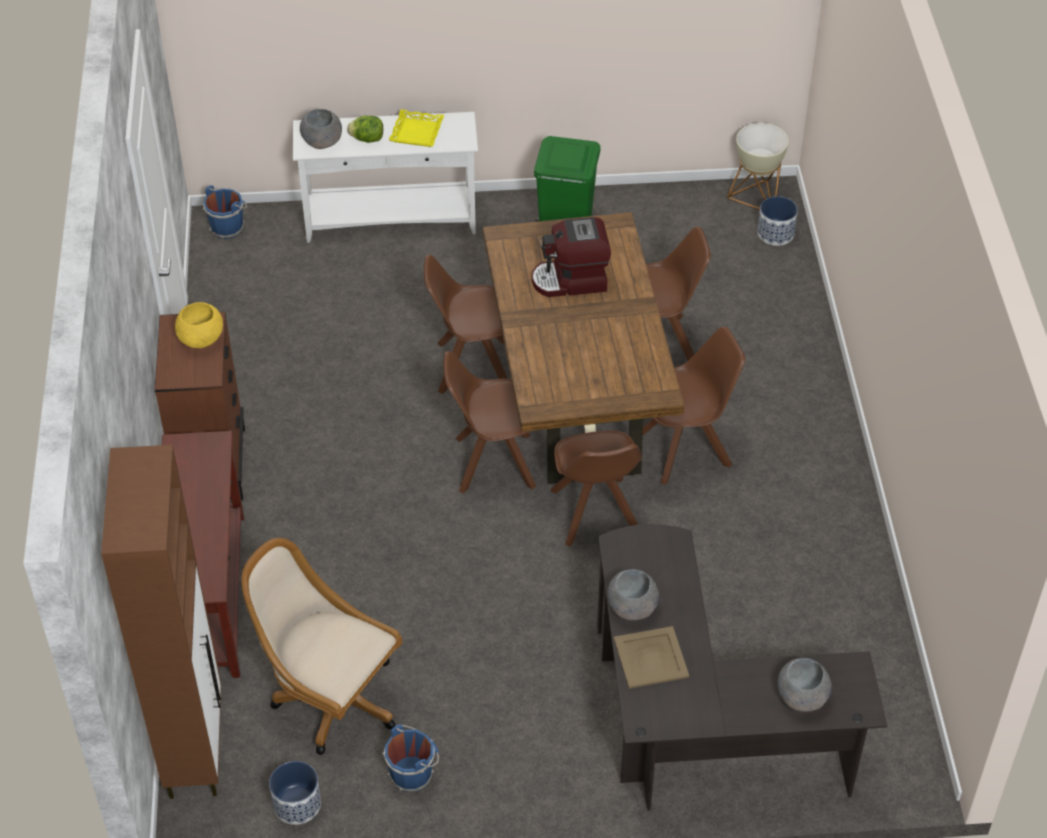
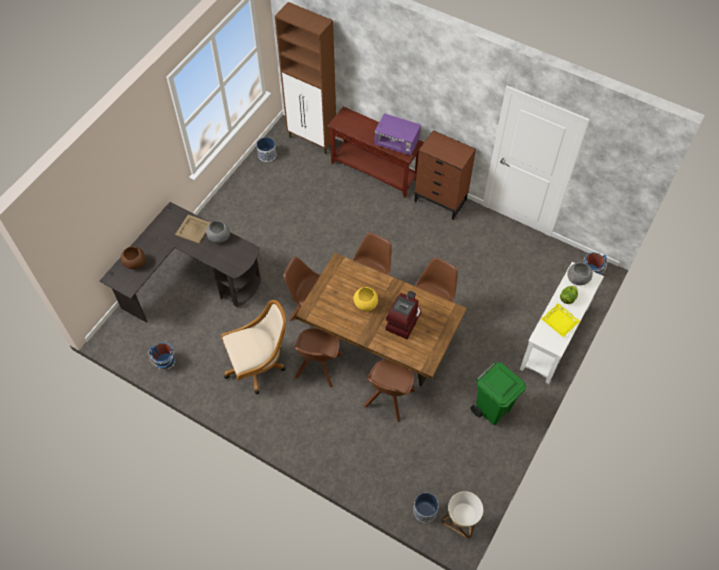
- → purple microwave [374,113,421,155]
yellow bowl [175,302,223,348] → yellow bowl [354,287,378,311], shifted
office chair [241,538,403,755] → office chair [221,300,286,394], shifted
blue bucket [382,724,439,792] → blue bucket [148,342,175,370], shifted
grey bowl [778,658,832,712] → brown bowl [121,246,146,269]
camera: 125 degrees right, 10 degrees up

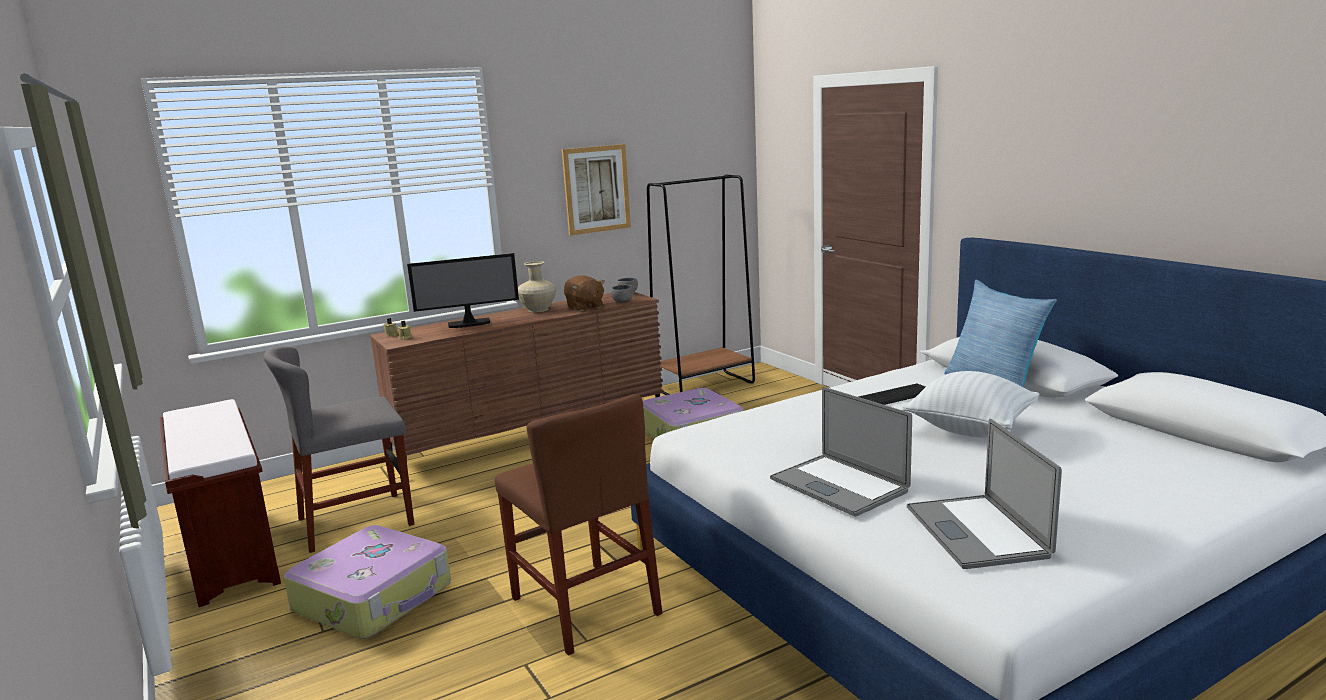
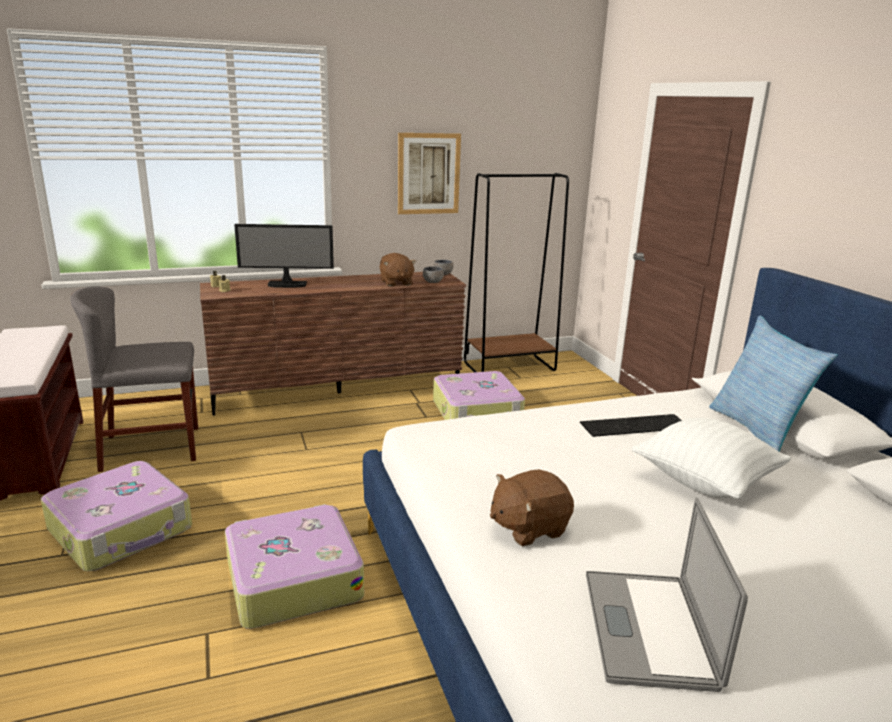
beige vase [518,261,556,312] → -
brown chair [495,394,663,656] → suitcase [225,504,364,629]
laptop [770,387,912,517] → brown plush toy [490,469,574,546]
camera: 10 degrees right, 5 degrees up

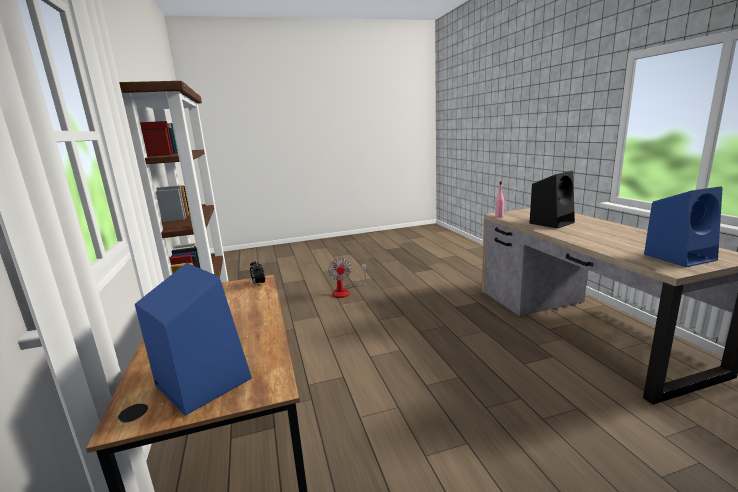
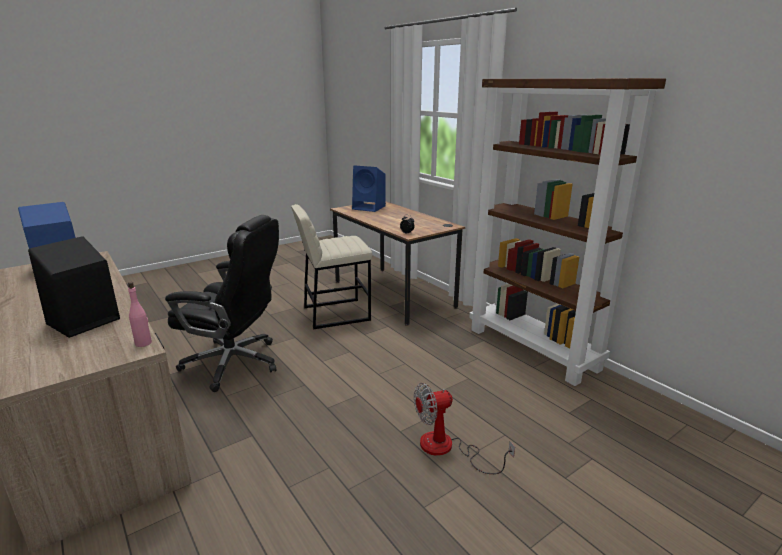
- → black office chair [165,215,279,392]
- → beige chair [291,204,372,329]
fan [328,258,366,298] → fan [414,383,515,474], 75 degrees counterclockwise
camera: 160 degrees right, 5 degrees up

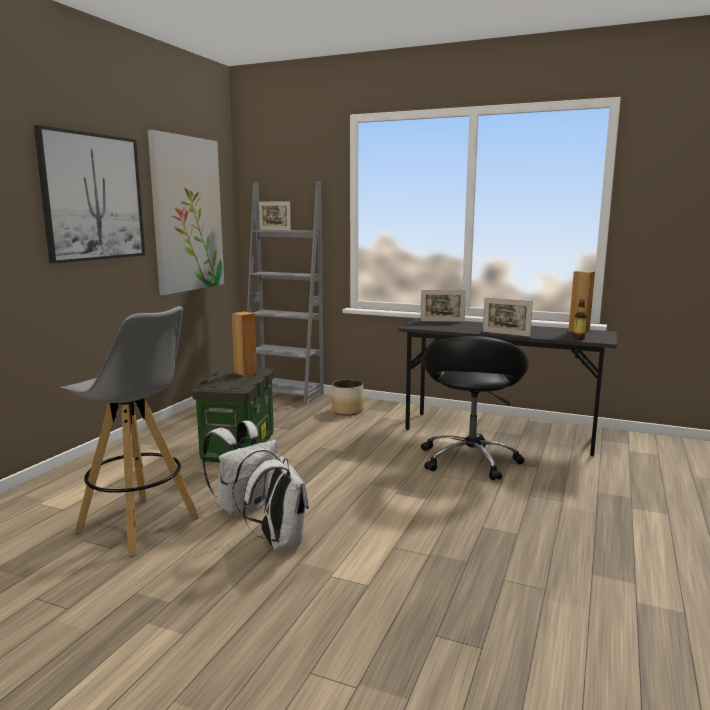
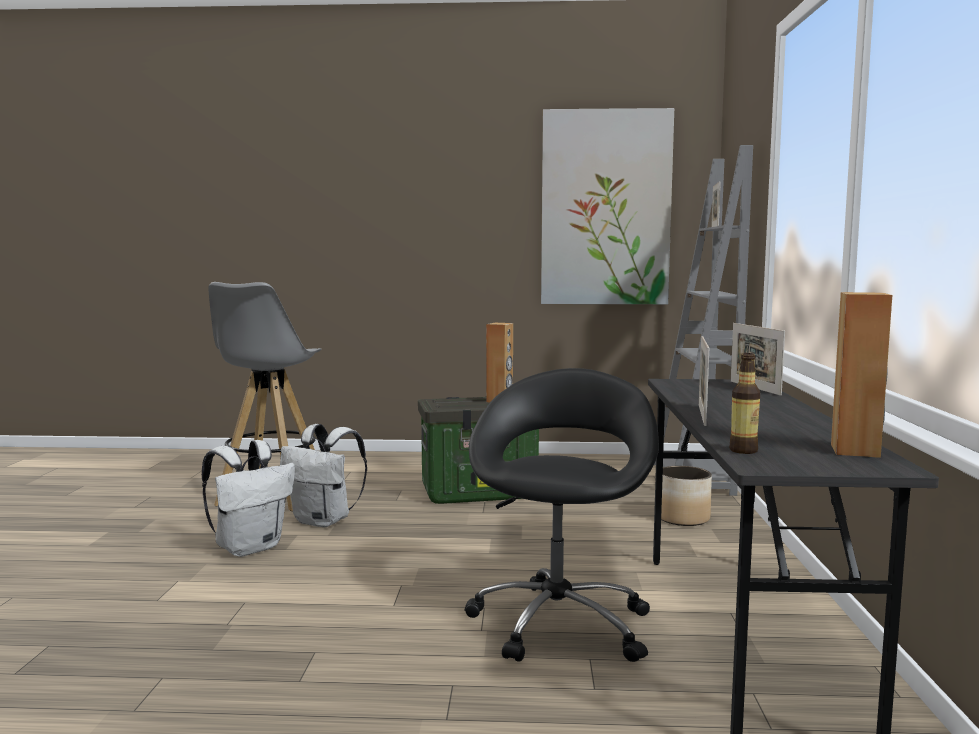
picture [34,125,145,264] → -
black office chair [421,336,529,480] → black office chair [465,368,659,662], 120 degrees clockwise
camera: 70 degrees right, 5 degrees down

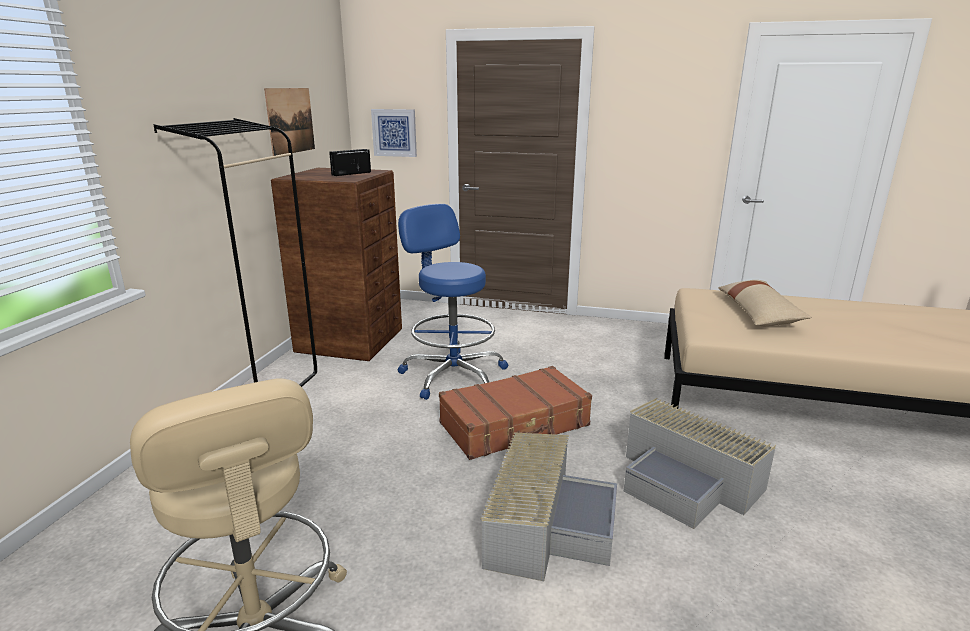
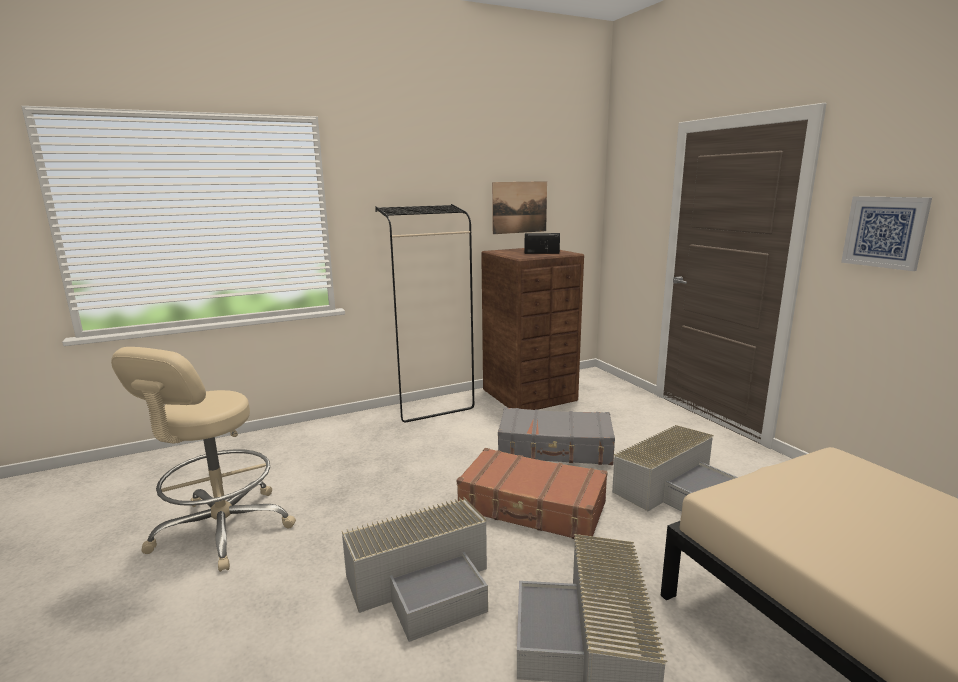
beige pillow [718,280,812,326] → -
- → grey storage box [612,425,738,512]
picture [371,109,417,157] → picture [841,196,932,271], shifted
blue stool [398,204,508,400] → grey suitcase [498,407,615,465]
camera: 50 degrees right, 5 degrees down

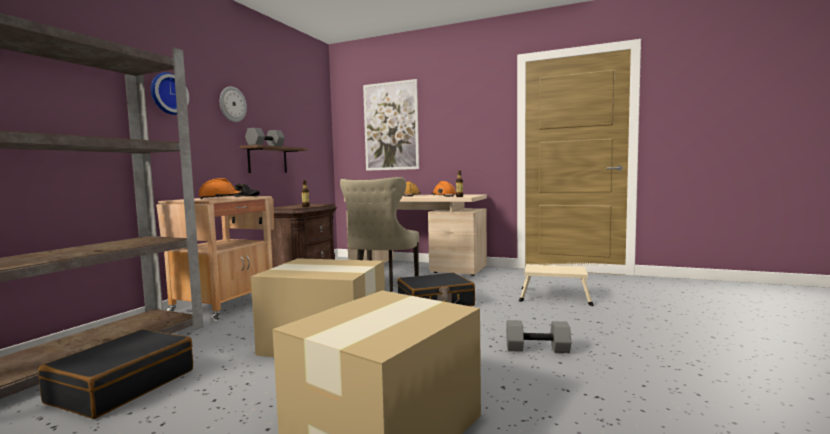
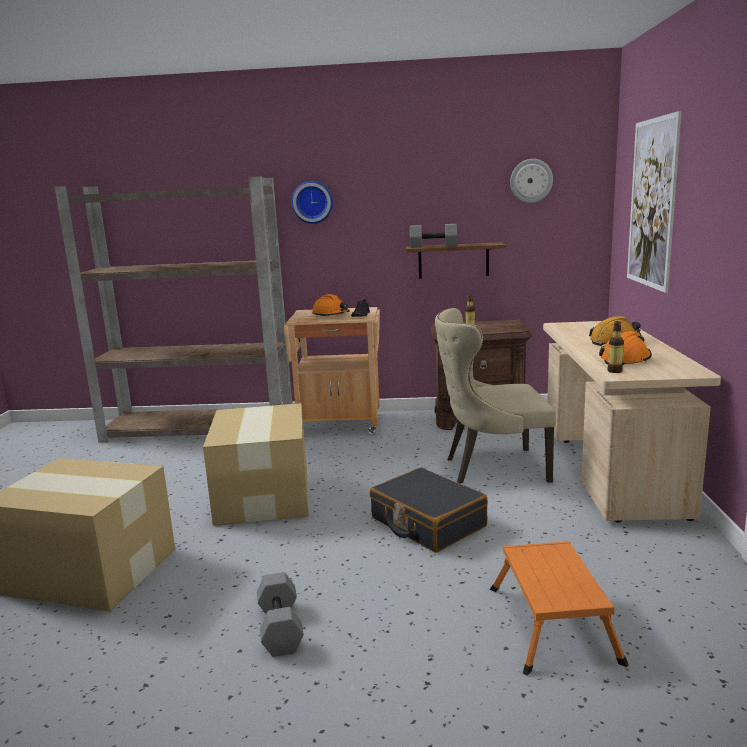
black suitcase [38,329,193,419] → -
wall clock [220,86,247,122] → wall clock [510,159,553,203], shifted
beige step ladder [519,264,594,306] → orange step ladder [490,541,629,676]
camera: 70 degrees right, 10 degrees up

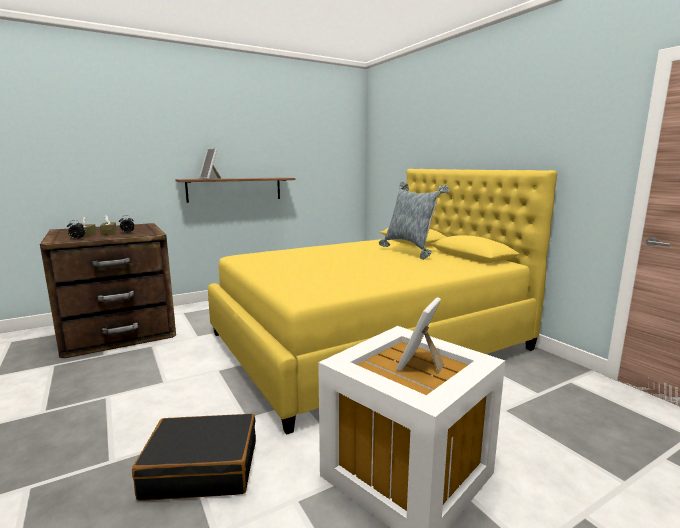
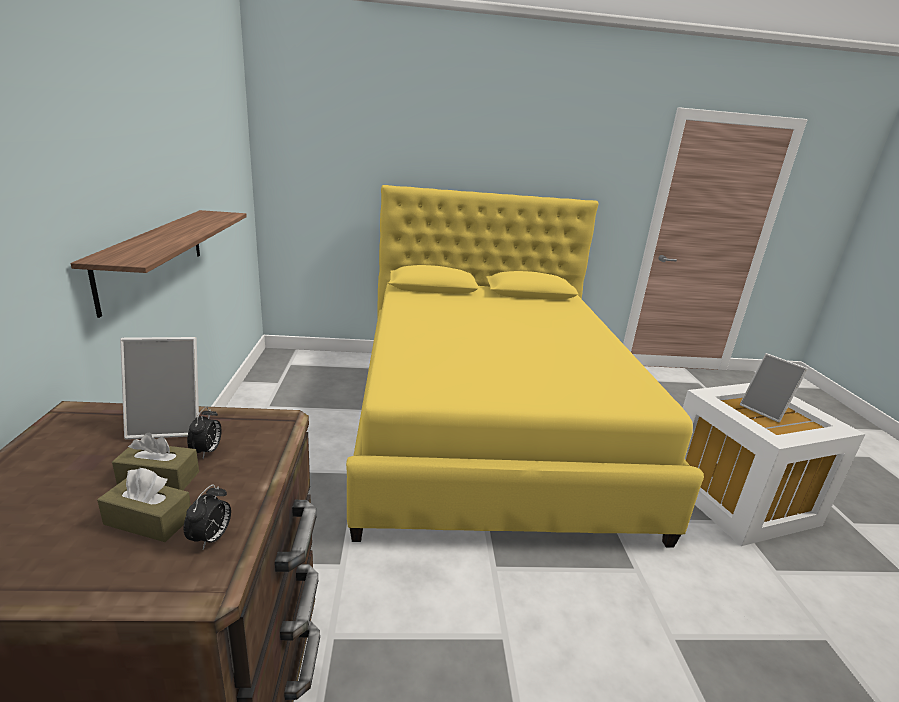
black suitcase [132,413,256,501] → -
pillow [378,182,450,260] → -
picture frame [199,148,222,179] → picture frame [120,337,199,440], shifted
camera: 65 degrees left, 10 degrees up

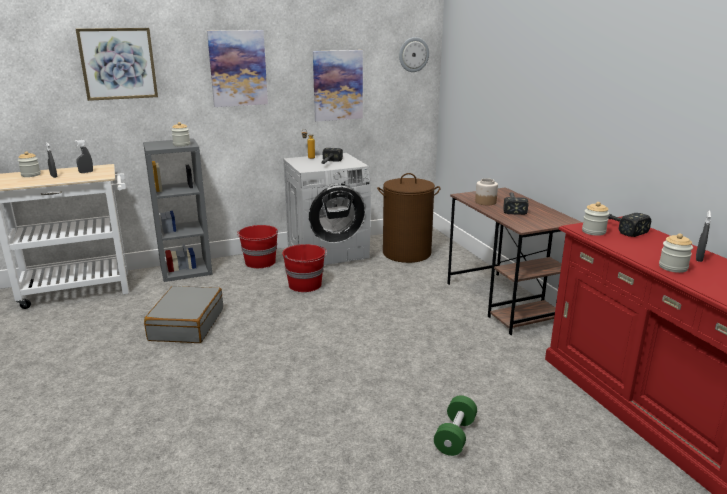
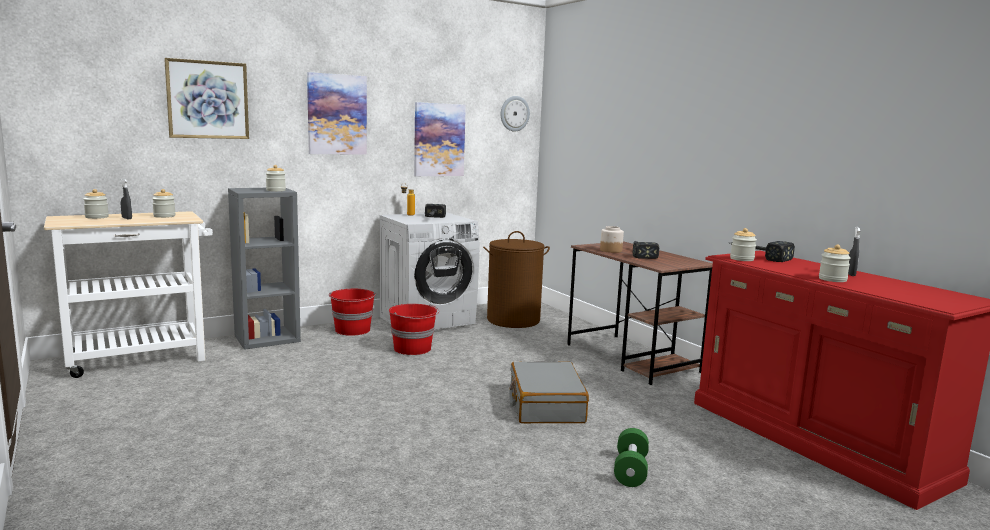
grey suitcase [144,286,223,343] → grey suitcase [510,362,589,423], shifted
grey spray bottle [75,140,93,173] → jar [152,189,176,218]
camera: 10 degrees left, 10 degrees down

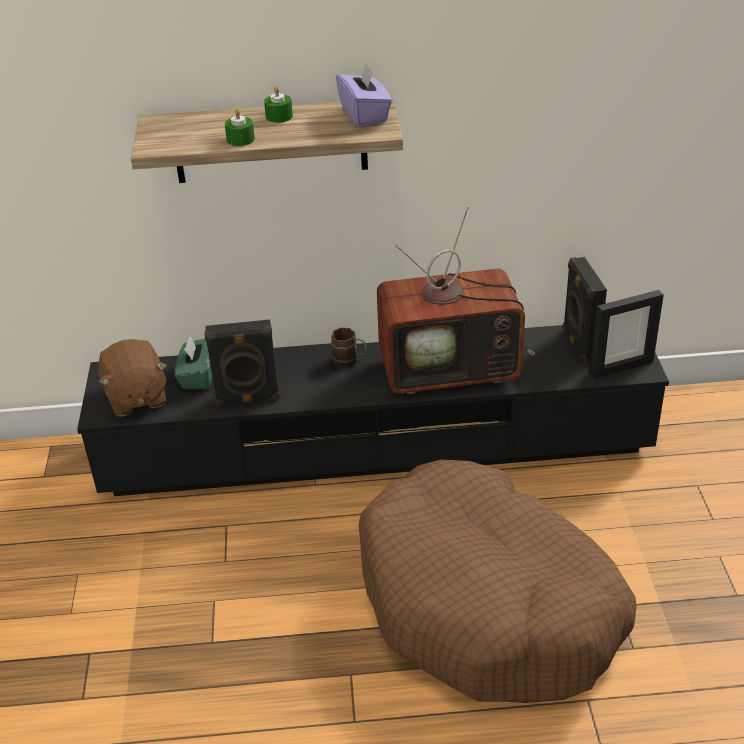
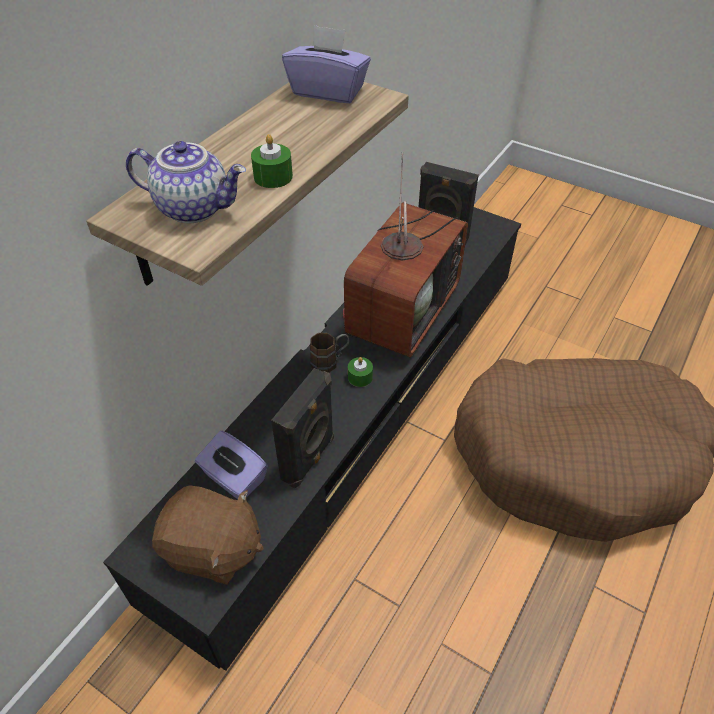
picture frame [588,290,664,379] → -
- → teapot [126,141,246,224]
green candle [264,86,293,123] → green candle [348,357,373,387], shifted
green tissue box [175,336,212,389] → purple tissue box [195,431,268,499]
camera: 55 degrees left, 10 degrees up

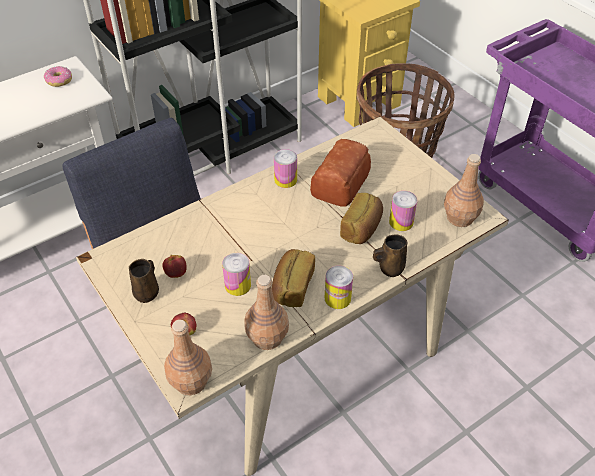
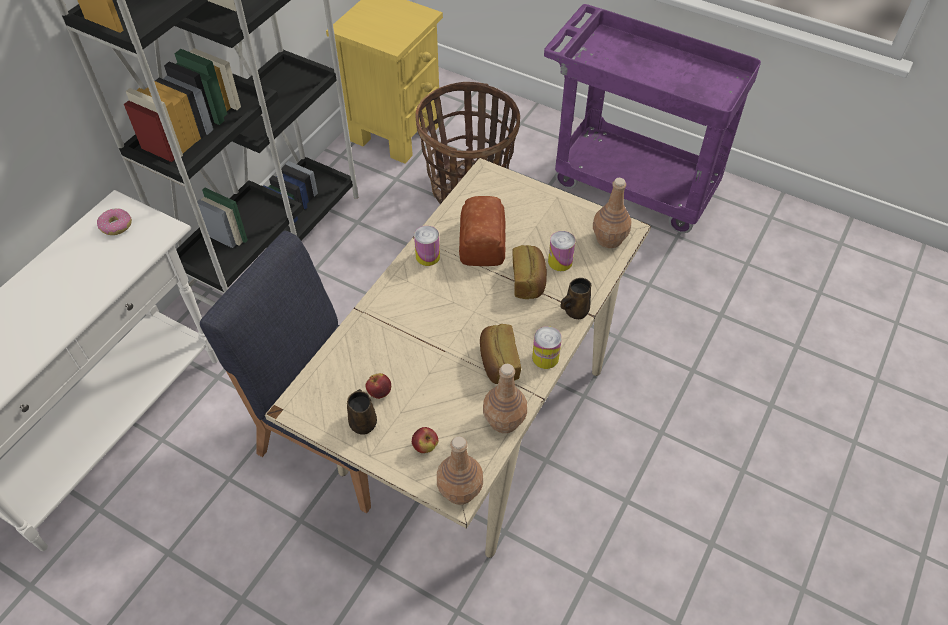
can [222,253,251,296] → -
camera: 25 degrees left, 5 degrees up

